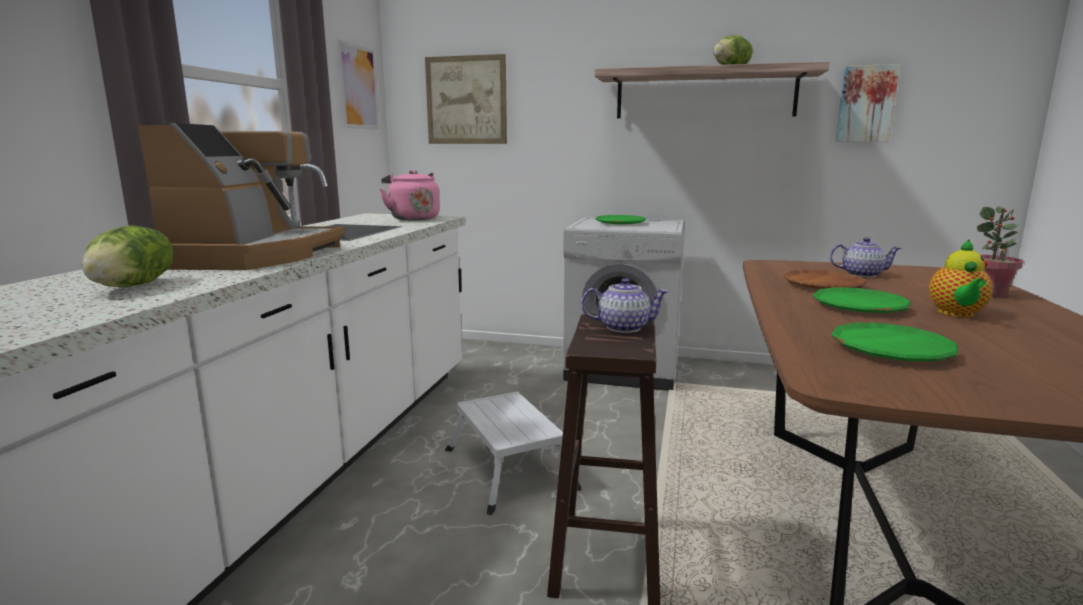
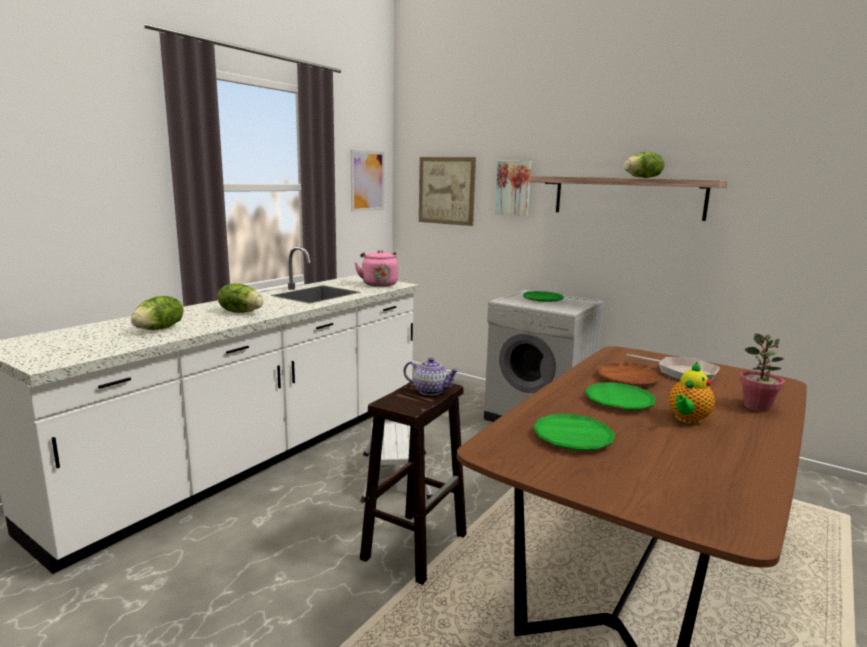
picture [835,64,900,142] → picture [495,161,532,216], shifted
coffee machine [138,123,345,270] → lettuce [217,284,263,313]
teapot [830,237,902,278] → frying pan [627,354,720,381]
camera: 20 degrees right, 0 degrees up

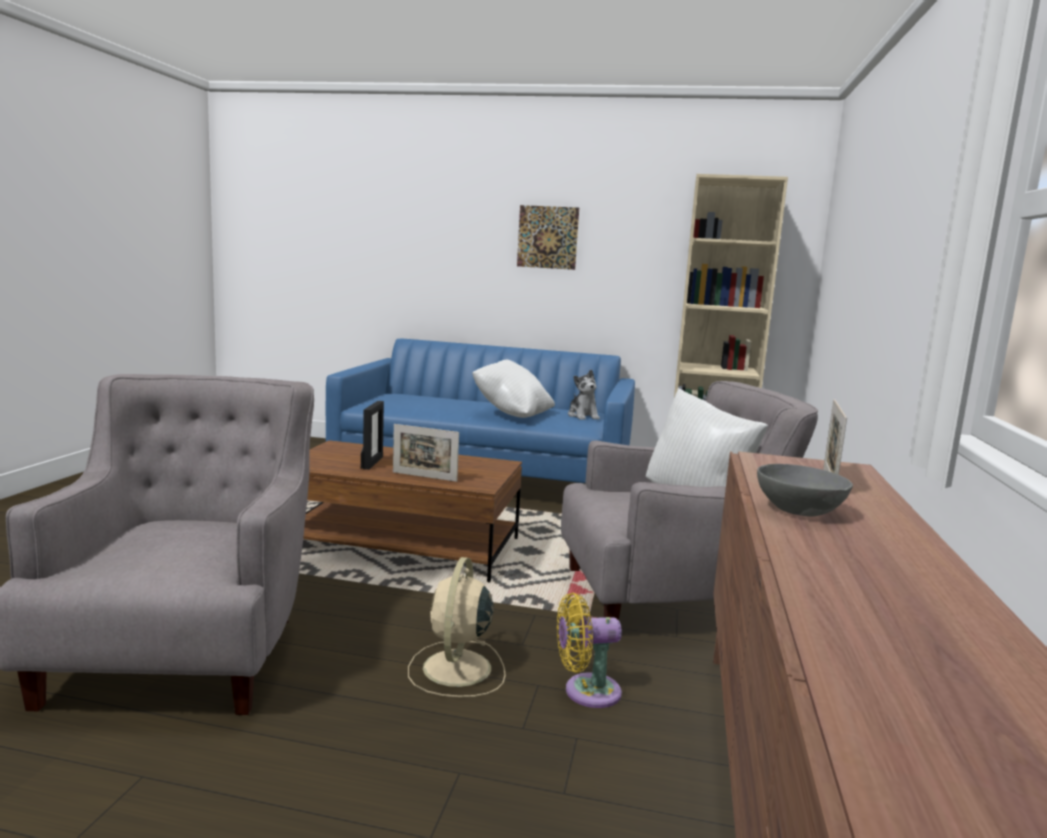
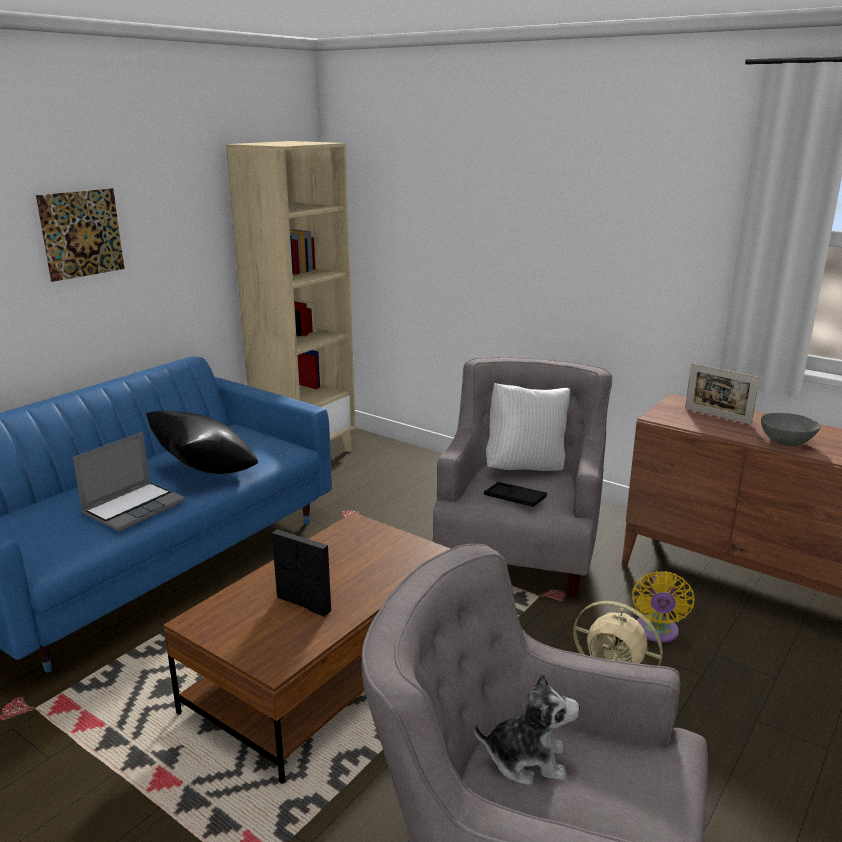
picture frame [393,424,459,482] → -
- → laptop [72,432,185,532]
- → black tray [484,482,547,507]
plush toy [568,370,600,420] → plush toy [474,672,580,785], shifted
white pillow [472,360,555,418] → black pillow [146,411,258,474]
camera: 65 degrees left, 10 degrees up

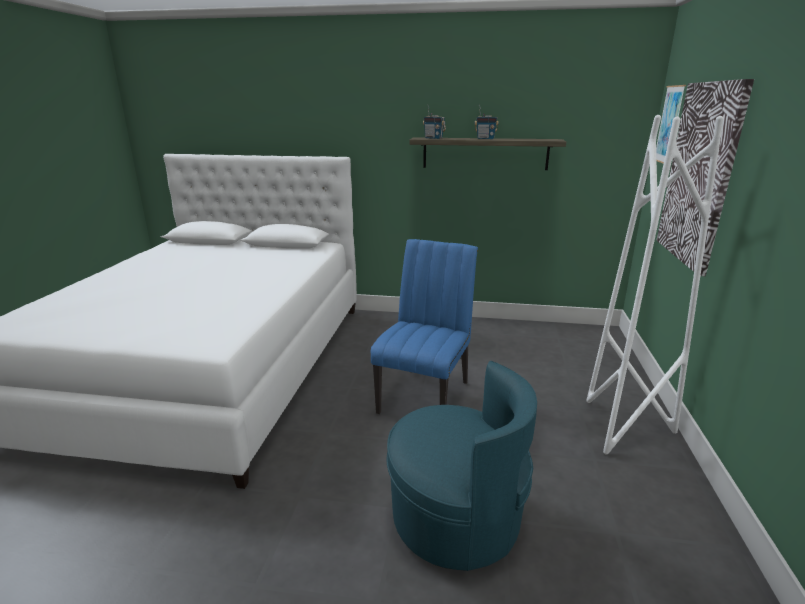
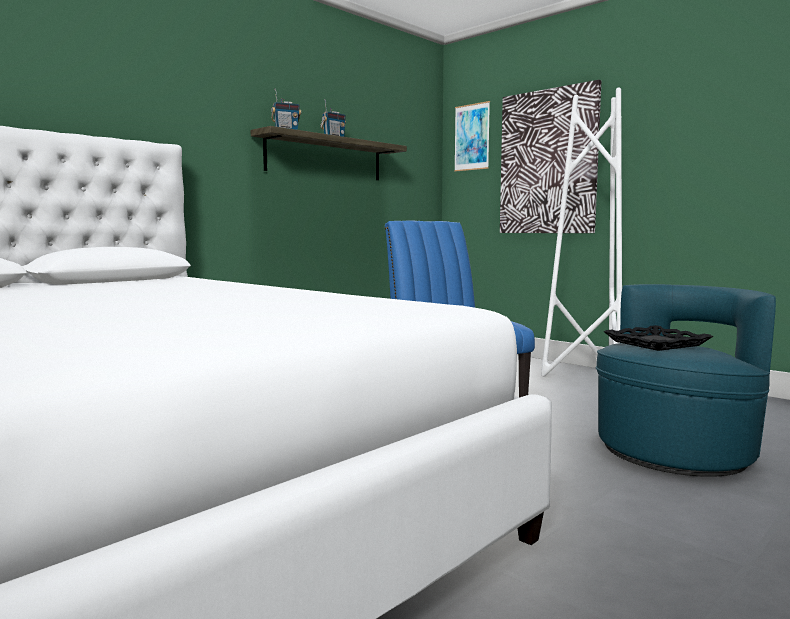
- → black tray [603,325,713,351]
camera: 55 degrees left, 15 degrees down

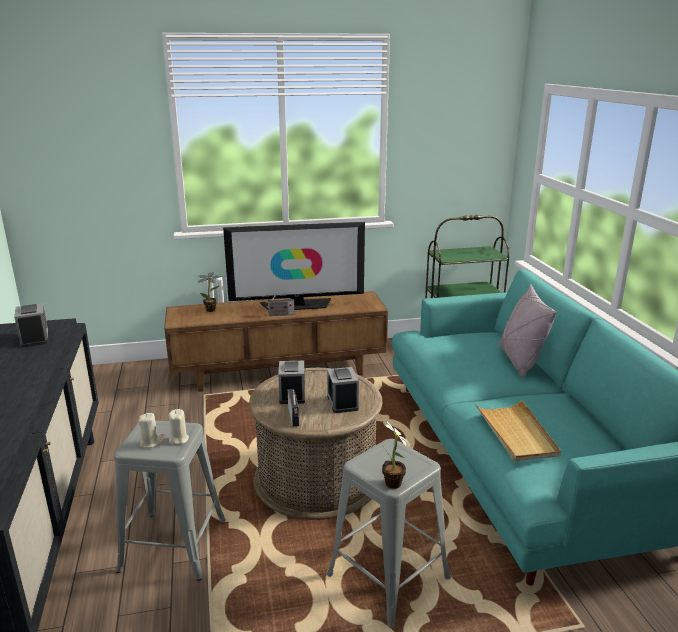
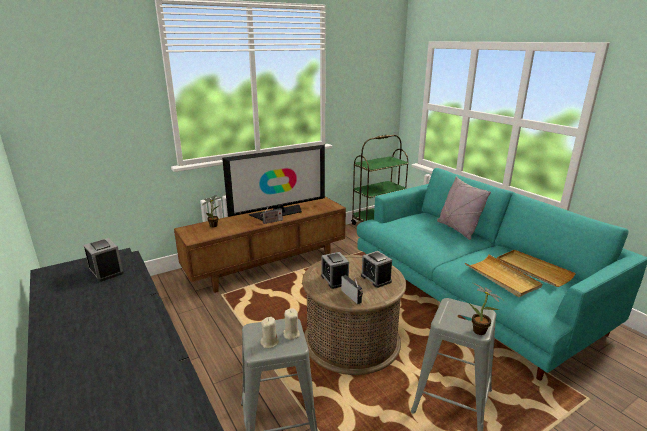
- → beige tray [497,250,576,287]
camera: 20 degrees left, 0 degrees up

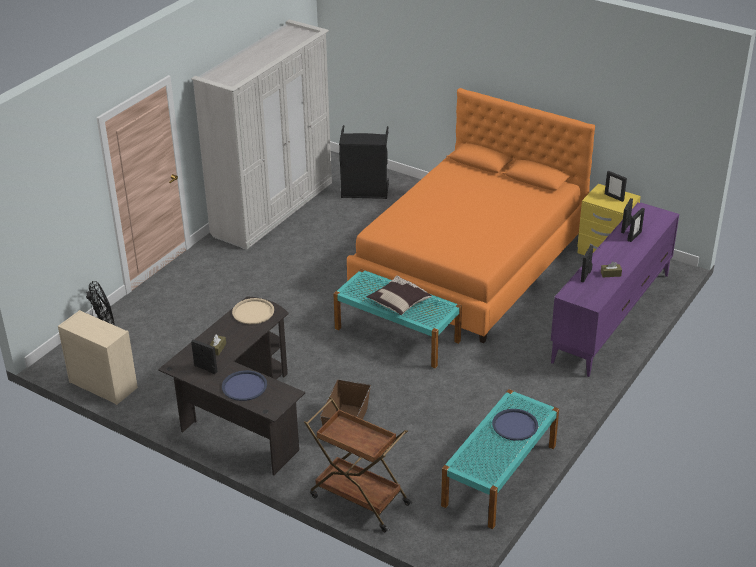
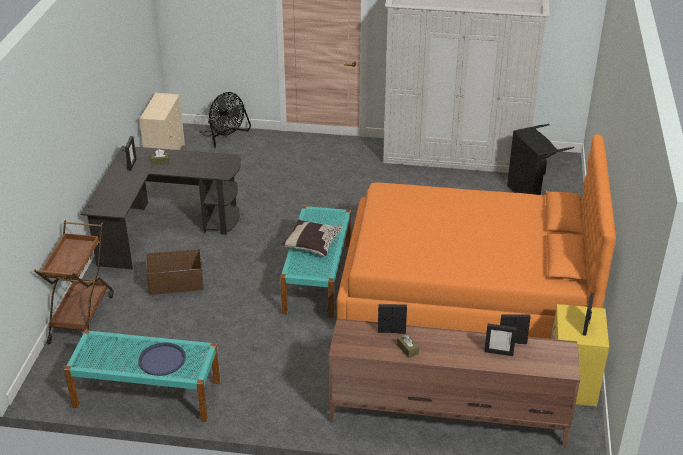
blue tray [222,370,267,401] → -
beige tray [232,298,274,324] → -
purple cabinet [551,202,679,377] → brown cabinet [329,318,580,448]
camera: 65 degrees right, 0 degrees up

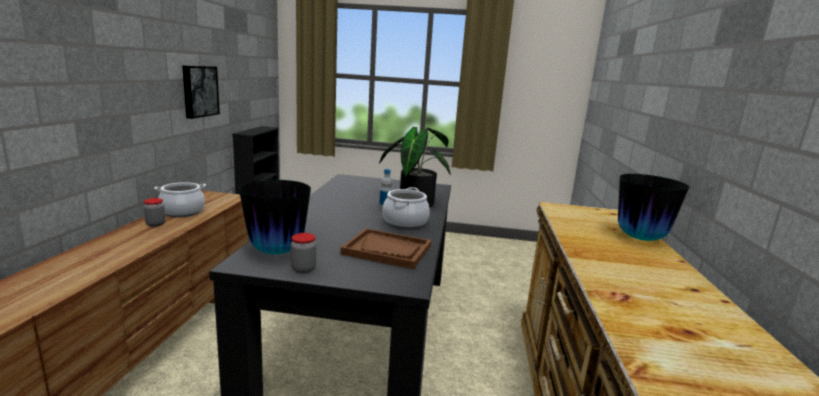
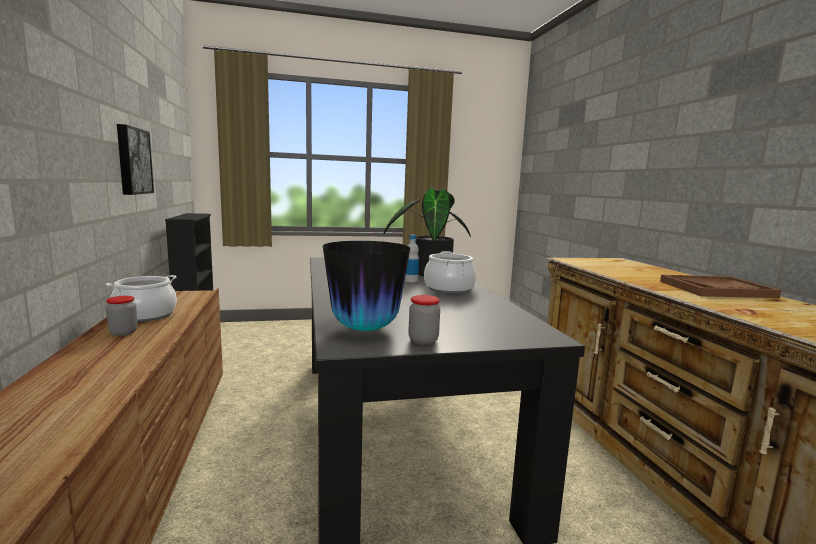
vase [618,174,690,241] → -
brown tray [341,228,431,269] → brown tray [660,275,782,298], shifted
camera: 20 degrees left, 5 degrees down

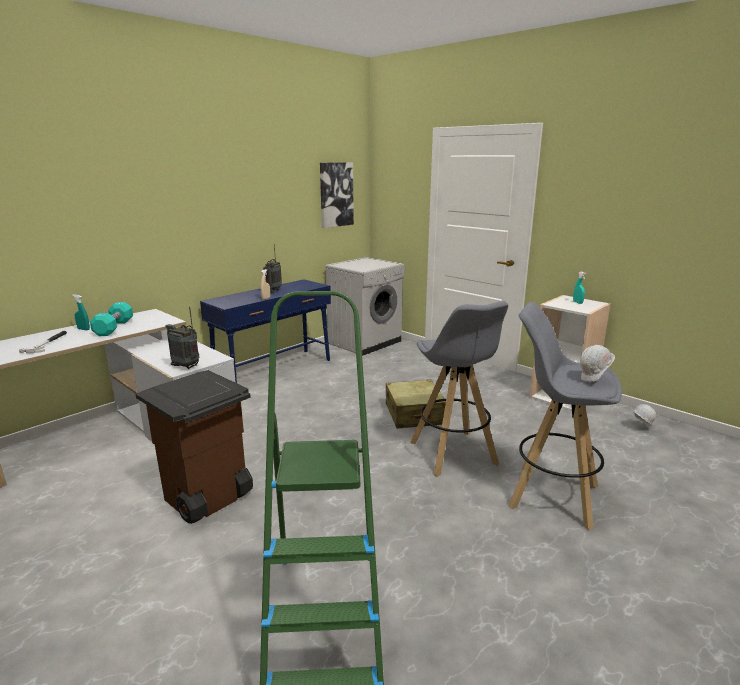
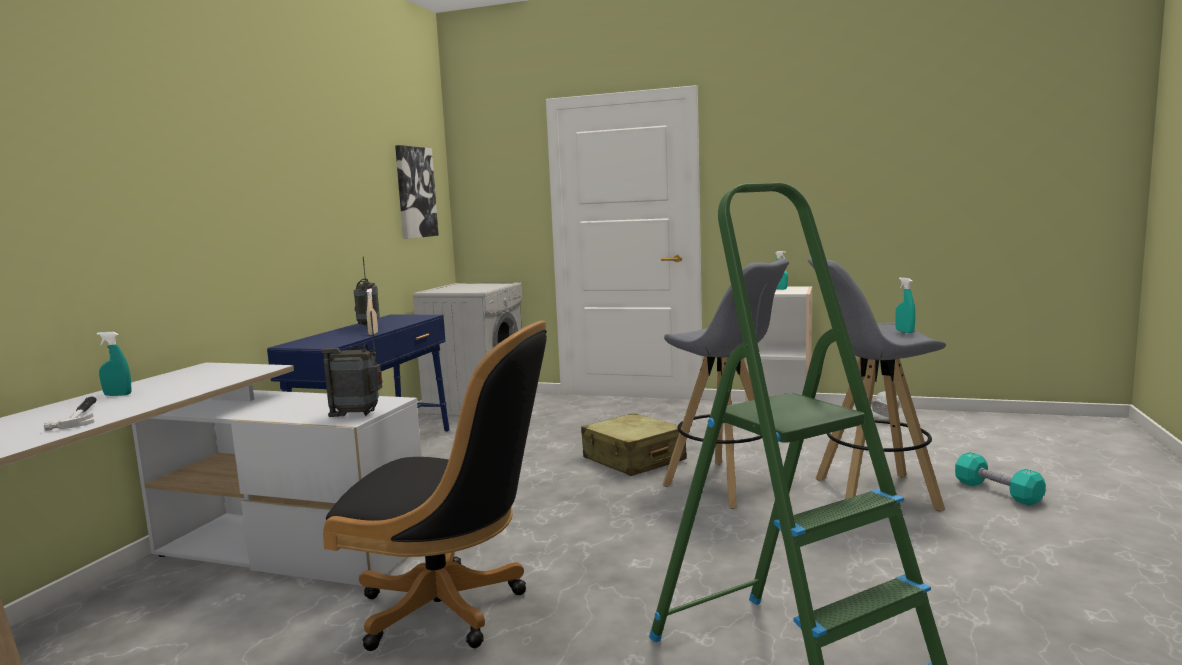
turquoise dumbbell [90,302,133,336] → turquoise dumbbell [955,452,1046,506], shifted
brown trash can [136,370,253,524] → black office chair [323,321,547,651]
white hard hat [580,345,615,382] → turquoise spray bottle [895,277,915,333]
camera: 25 degrees left, 10 degrees down

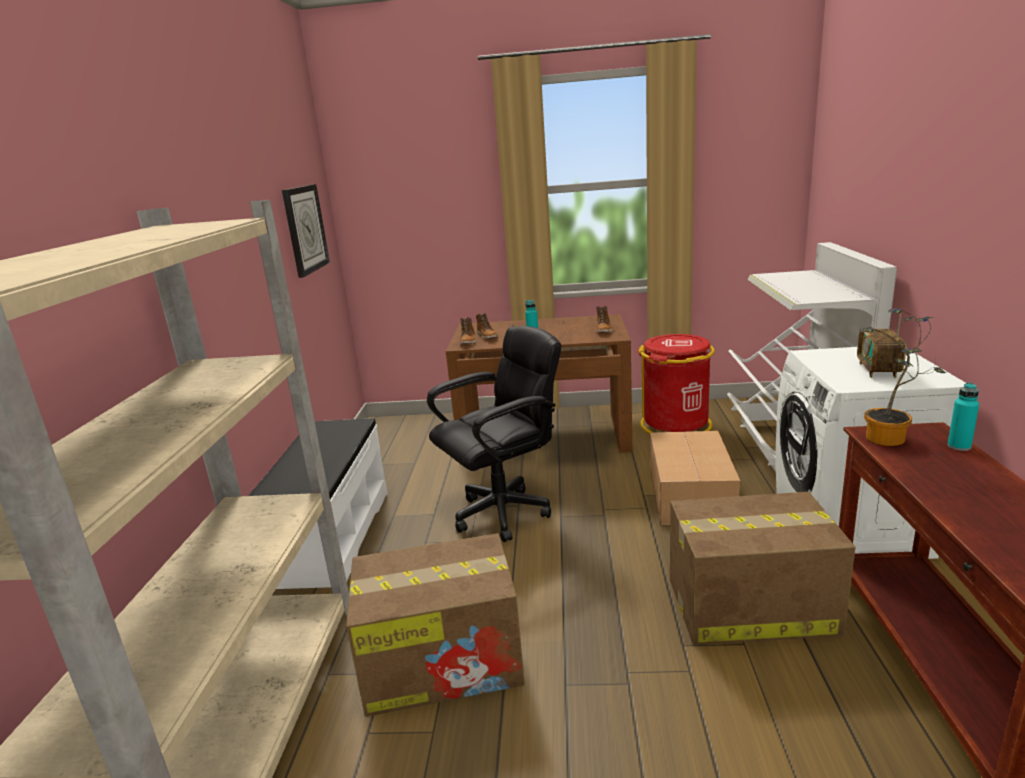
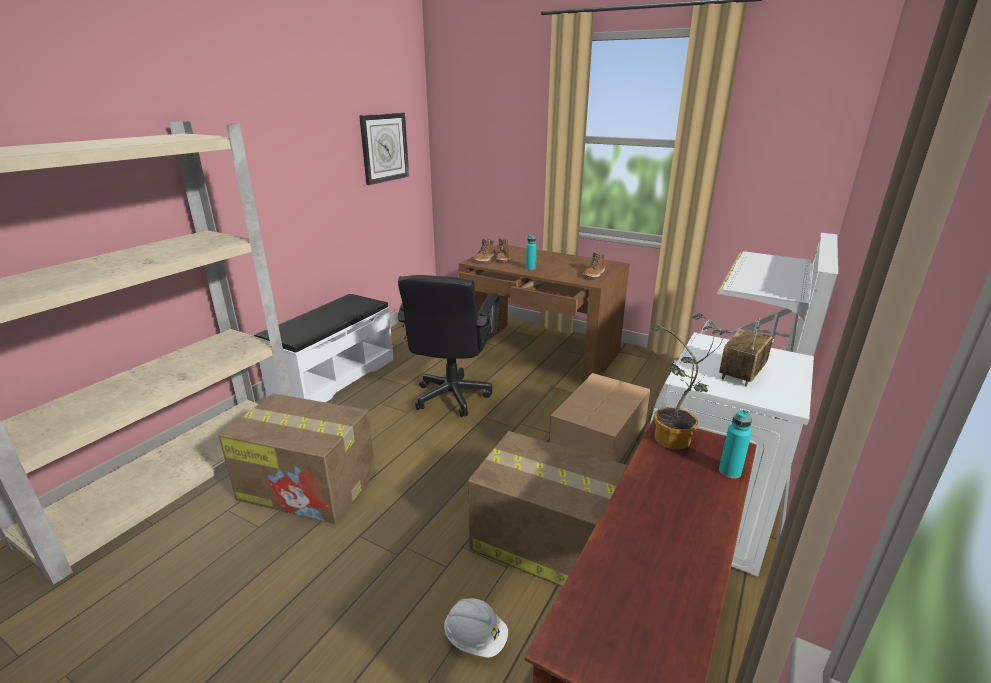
red trash can [638,334,715,434] → -
- → white hard hat [444,598,508,658]
black office chair [427,326,561,542] → black office chair [398,275,499,417], 105 degrees clockwise
camera: 25 degrees right, 5 degrees up

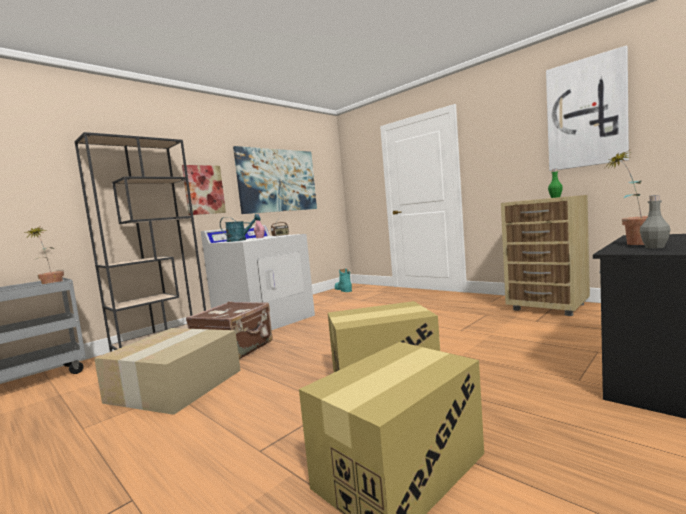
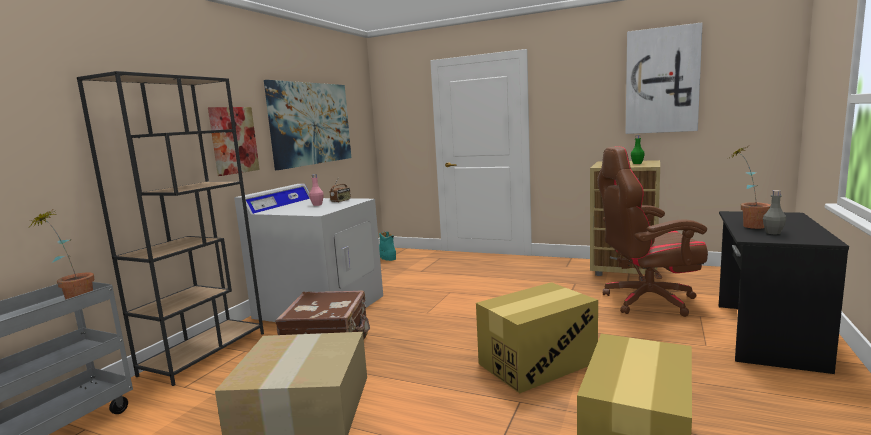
turquoise watering can [220,214,261,242] → -
- → brown office chair [597,146,708,317]
camera: 20 degrees left, 5 degrees up

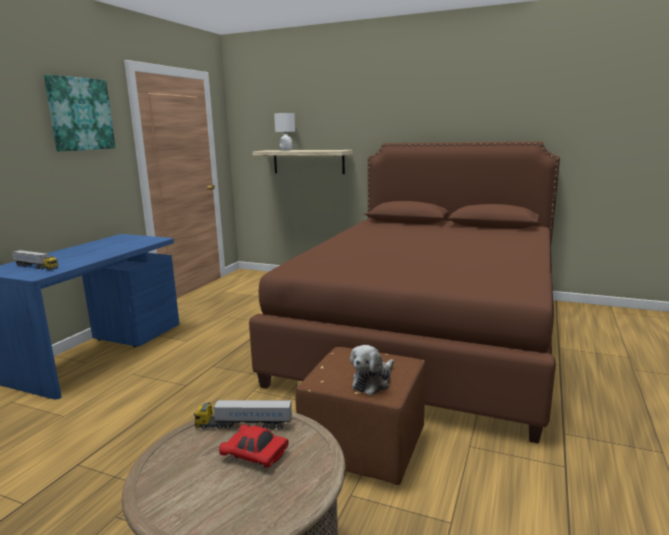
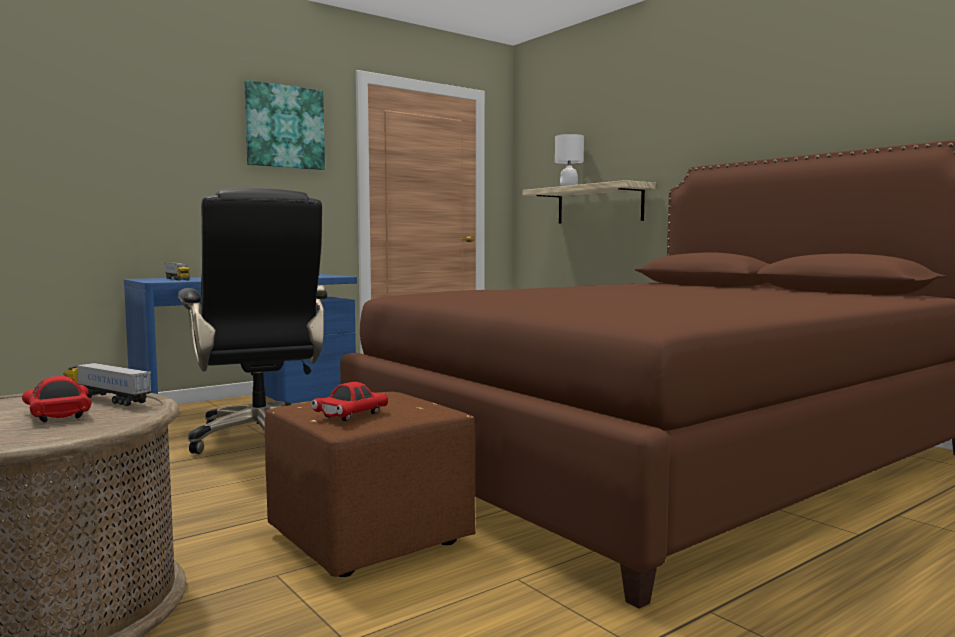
- → black office chair [178,188,327,454]
plush toy [350,345,394,395] → red toy car [311,382,388,421]
camera: 30 degrees right, 10 degrees down

